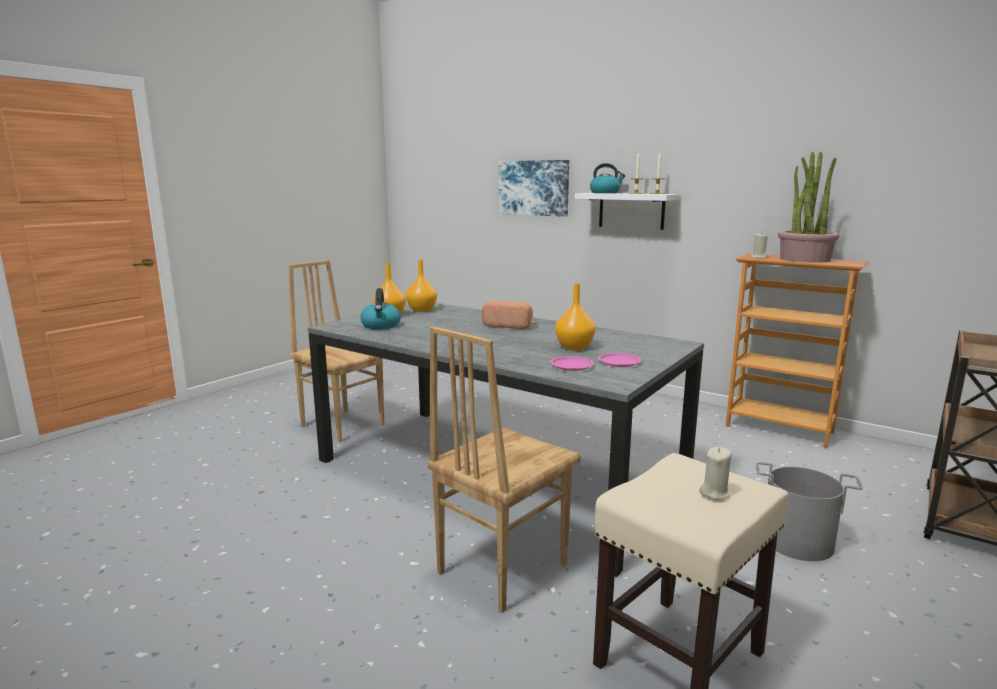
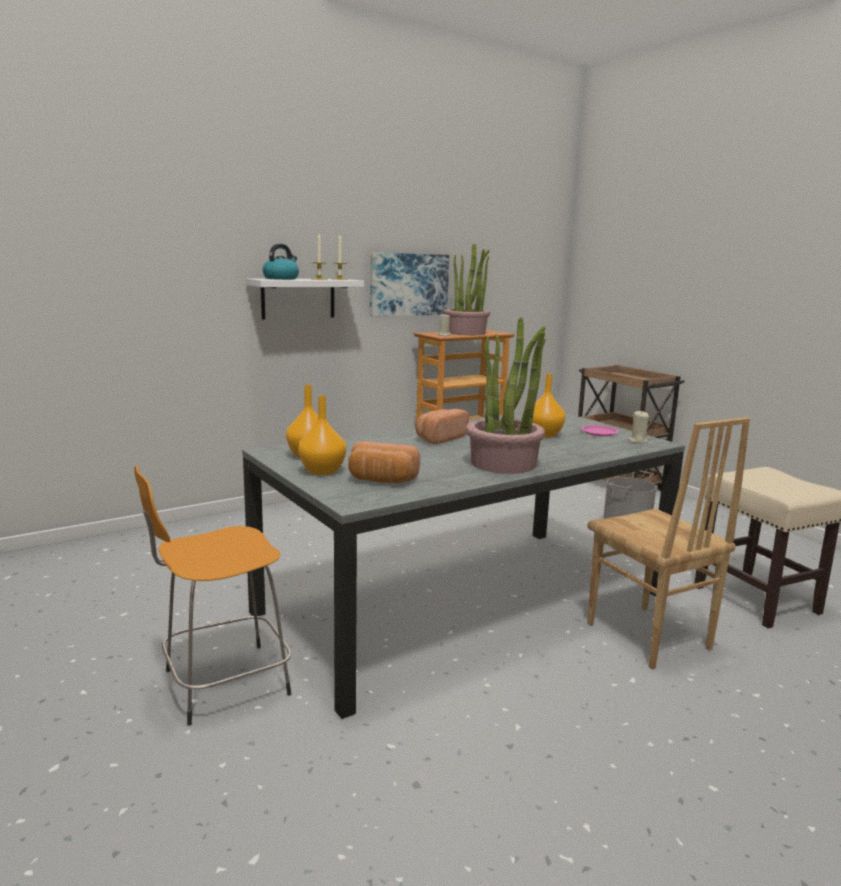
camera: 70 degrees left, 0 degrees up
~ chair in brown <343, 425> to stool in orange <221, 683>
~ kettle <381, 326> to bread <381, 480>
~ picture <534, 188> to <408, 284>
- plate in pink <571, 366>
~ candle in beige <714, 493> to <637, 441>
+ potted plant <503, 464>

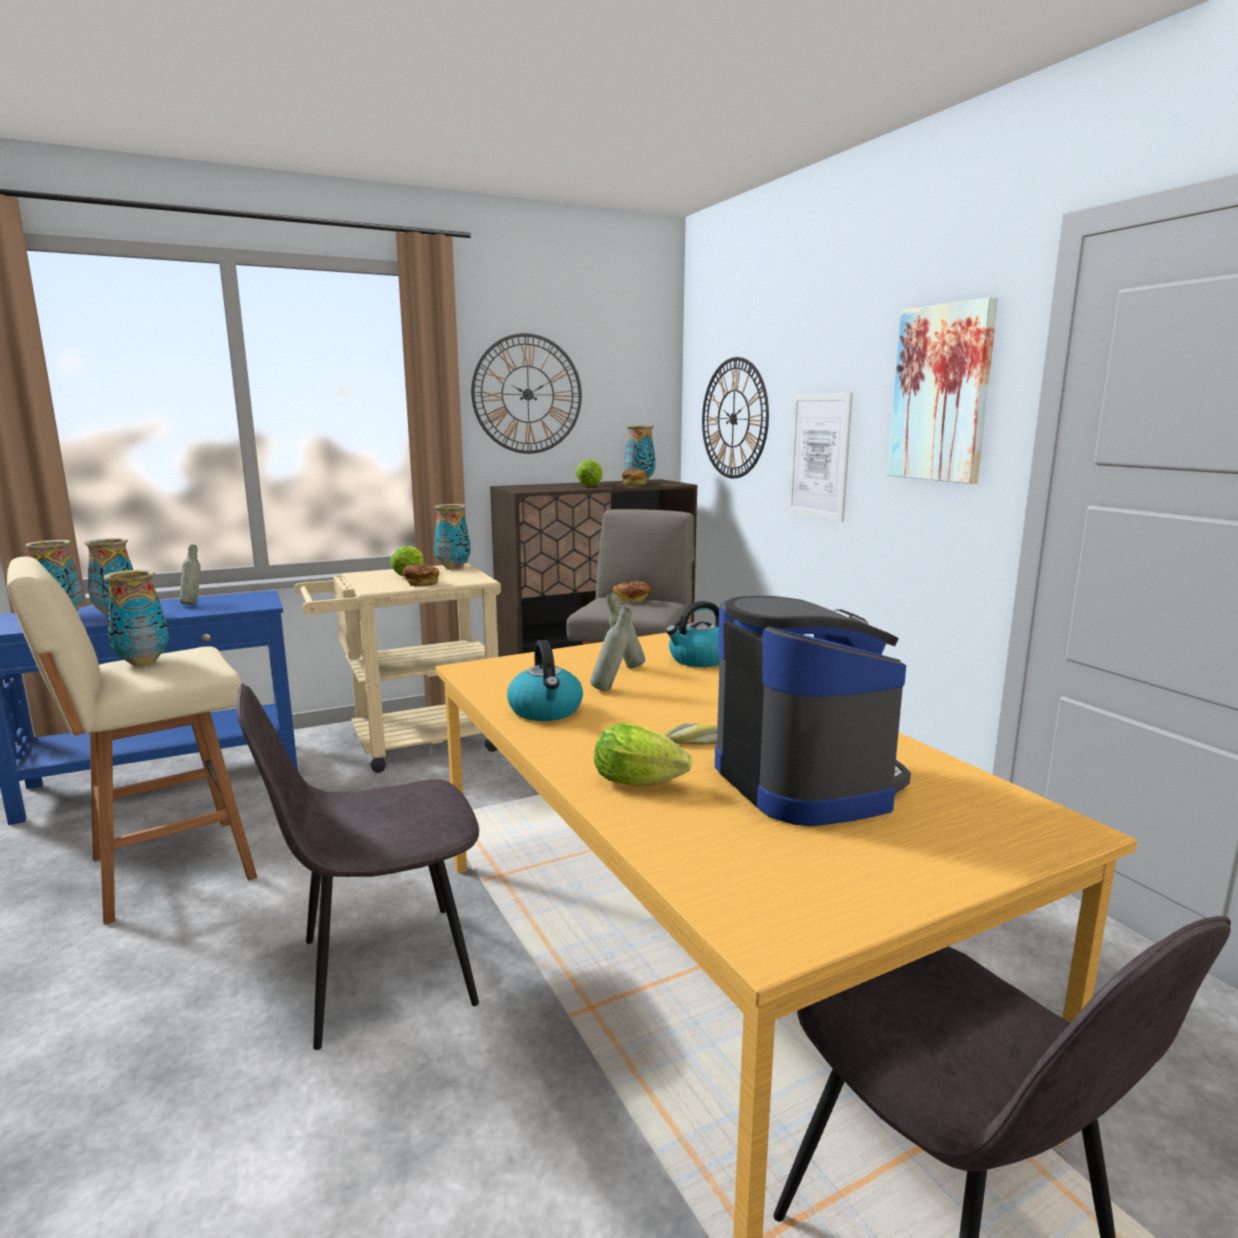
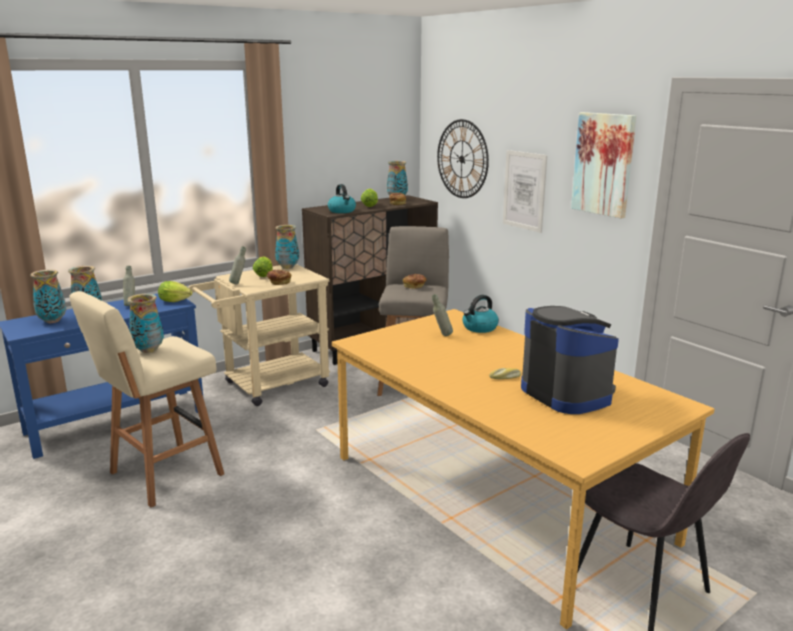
camera: 10 degrees left, 5 degrees up
- chair in grey <381, 973>
- wall clock <527, 394>
~ kettle <546, 711> to <342, 211>
~ bottle in grey <611, 689> to <238, 283>
~ lettuce <643, 783> to <176, 301>

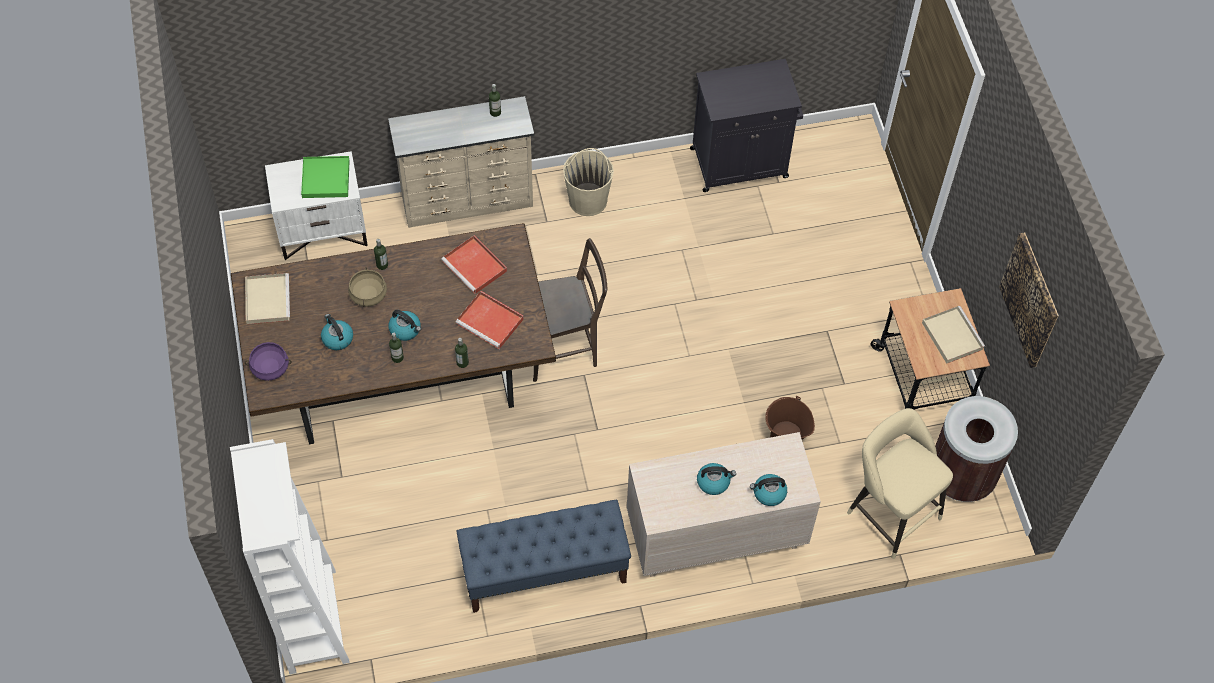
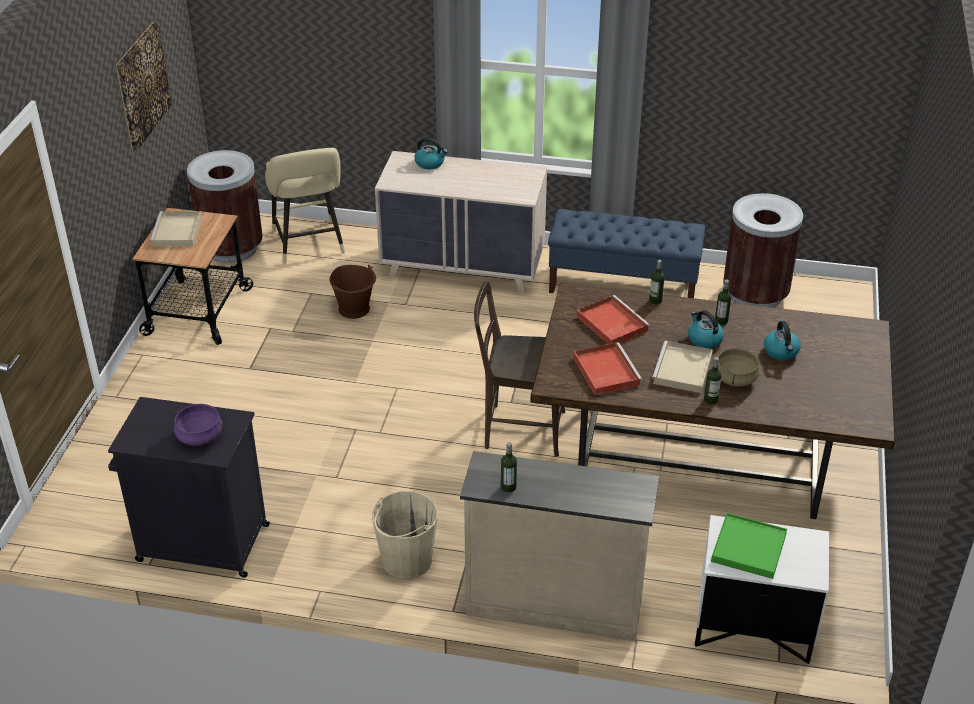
camera: 155 degrees left, 20 degrees down
- bookcase in white <312, 621>
~ cooking pot in purple <270, 368> to <200, 436>
~ tray in beige <267, 299> to <683, 370>
- kettle <713, 482>
+ trash can in brown <755, 295>

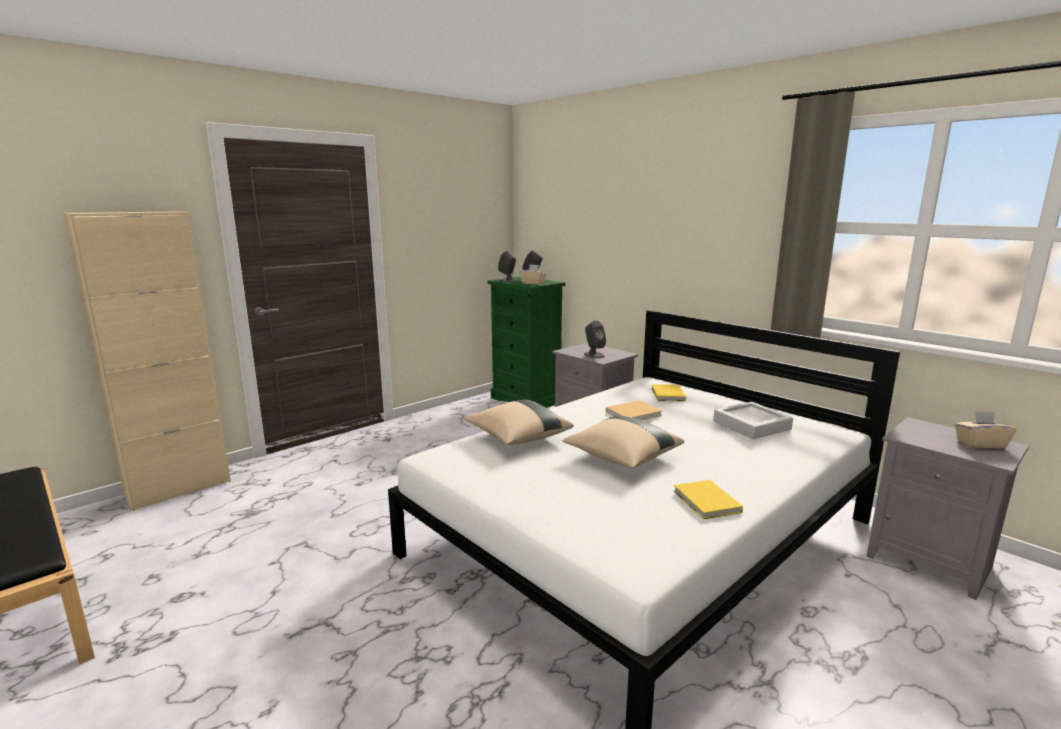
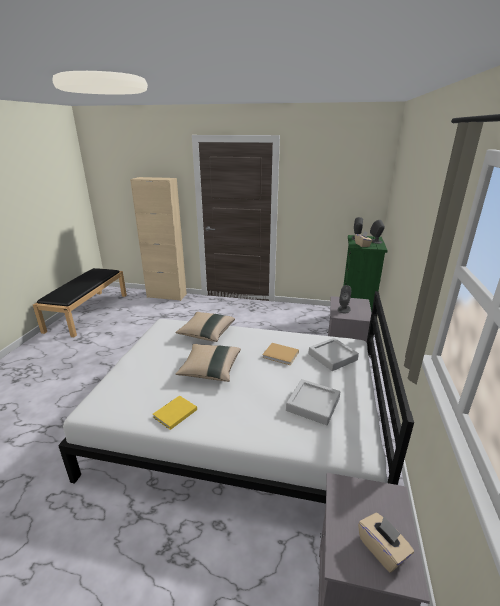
camera: 55 degrees right, 10 degrees up
~ book in yellow <667, 395> to tray in grey <332, 357>

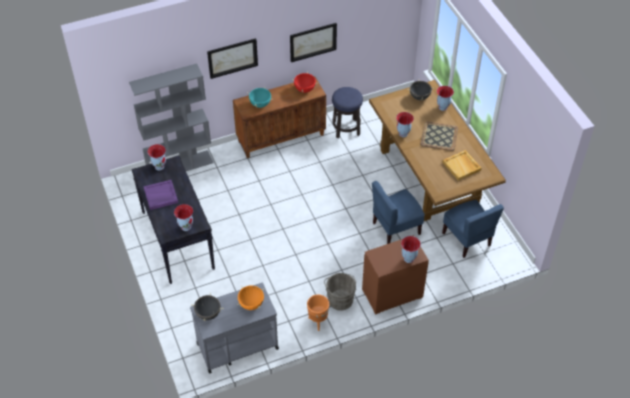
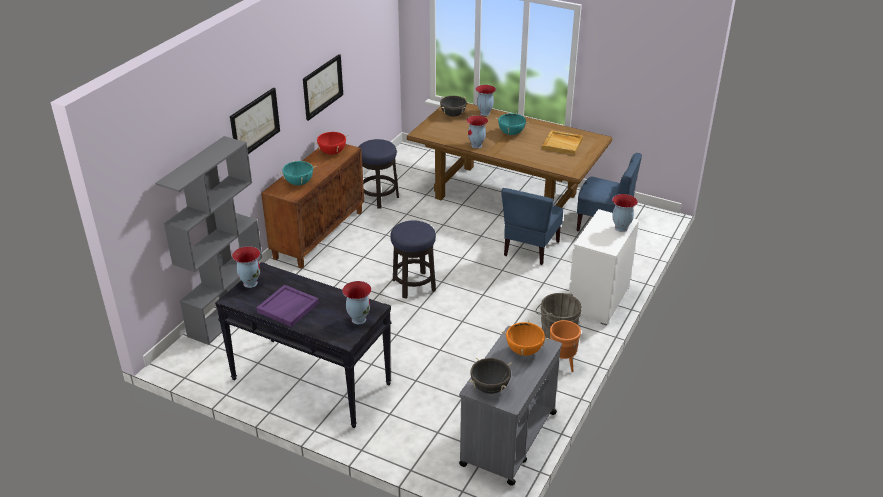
camera: 40 degrees left, 15 degrees down
~ dresser in brown <392, 294> to dresser in white <598, 300>
~ tray <439, 136> to cooking pot in turquoise <511, 133>
+ stool <414, 285>

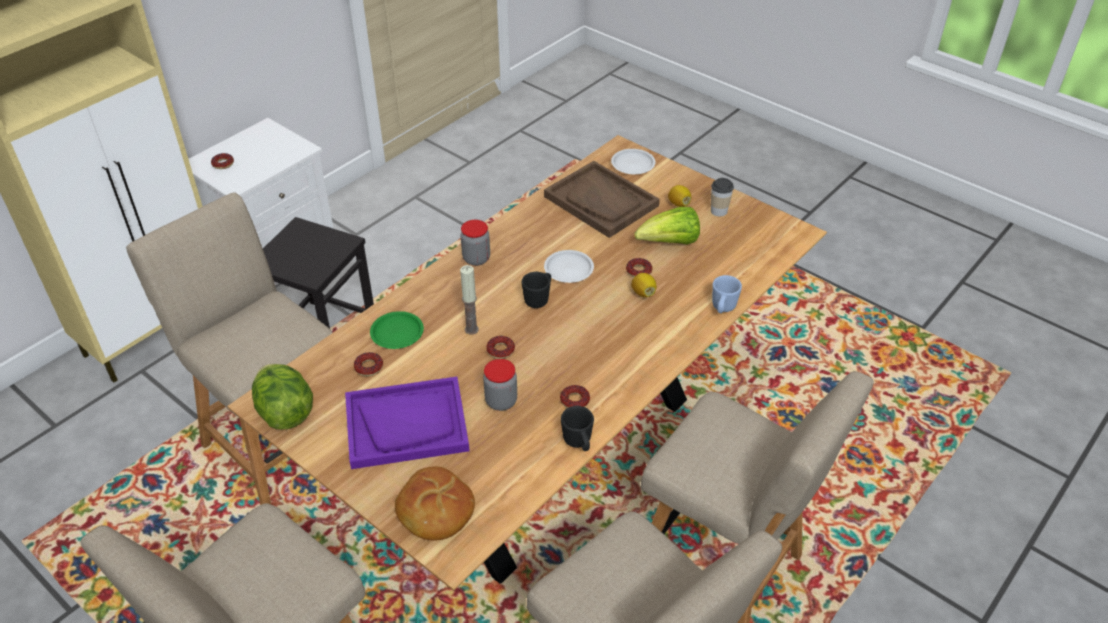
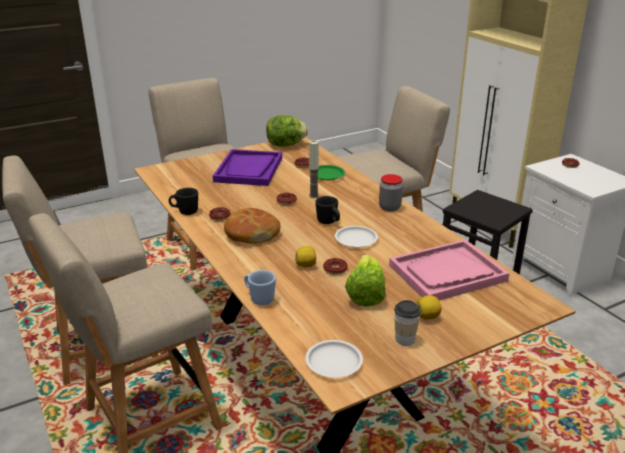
camera: 110 degrees right, 15 degrees down
~ bread <435, 511> to <251, 234>
- jar <501, 401>
~ tray in brown <601, 201> to tray in pink <447, 273>
~ plate in white <633, 165> to <333, 362>

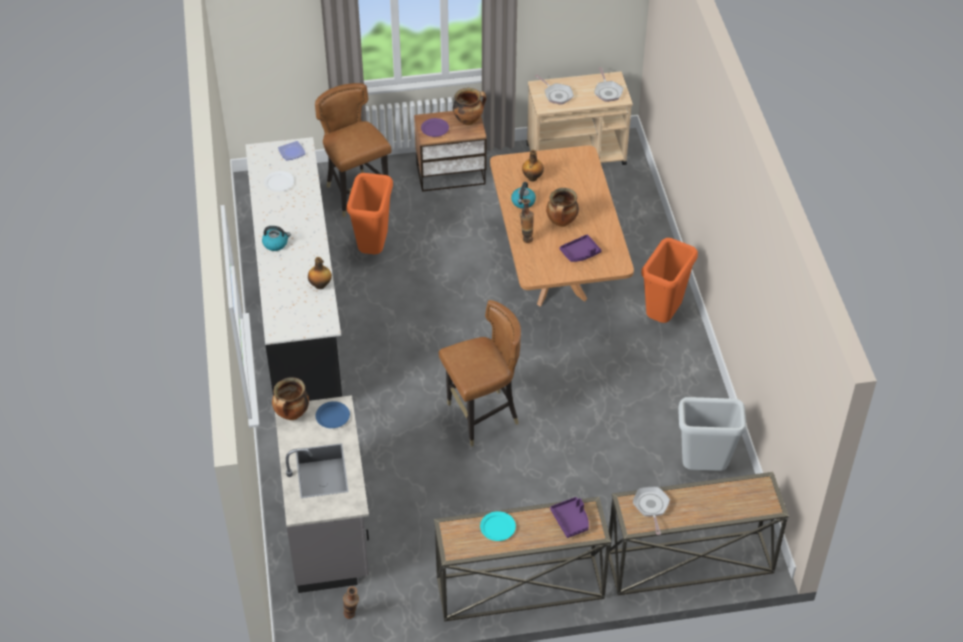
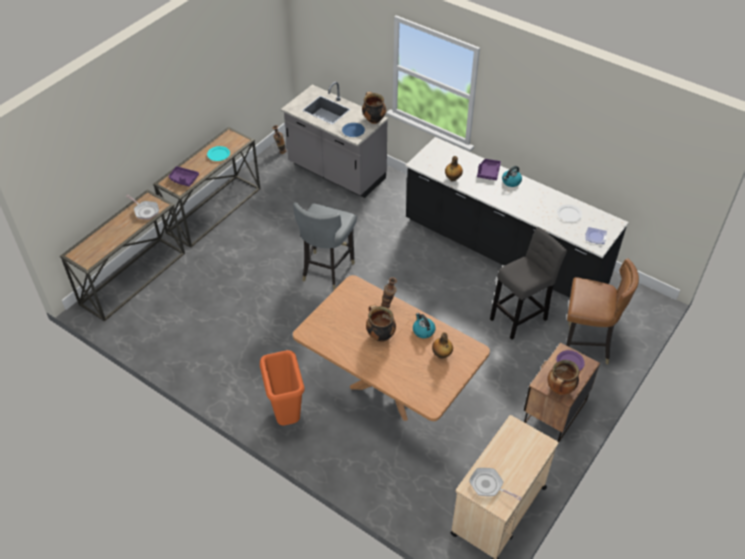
camera: 135 degrees right, 0 degrees up
~ trash can in orange <373, 248> to stool in grey <520, 317>
~ chair in brown <482, 417> to chair in grey <327, 270>
- frying pan <556, 95>
~ tray in purple <580, 253> to <488, 172>
- trash can in grey <702, 469>

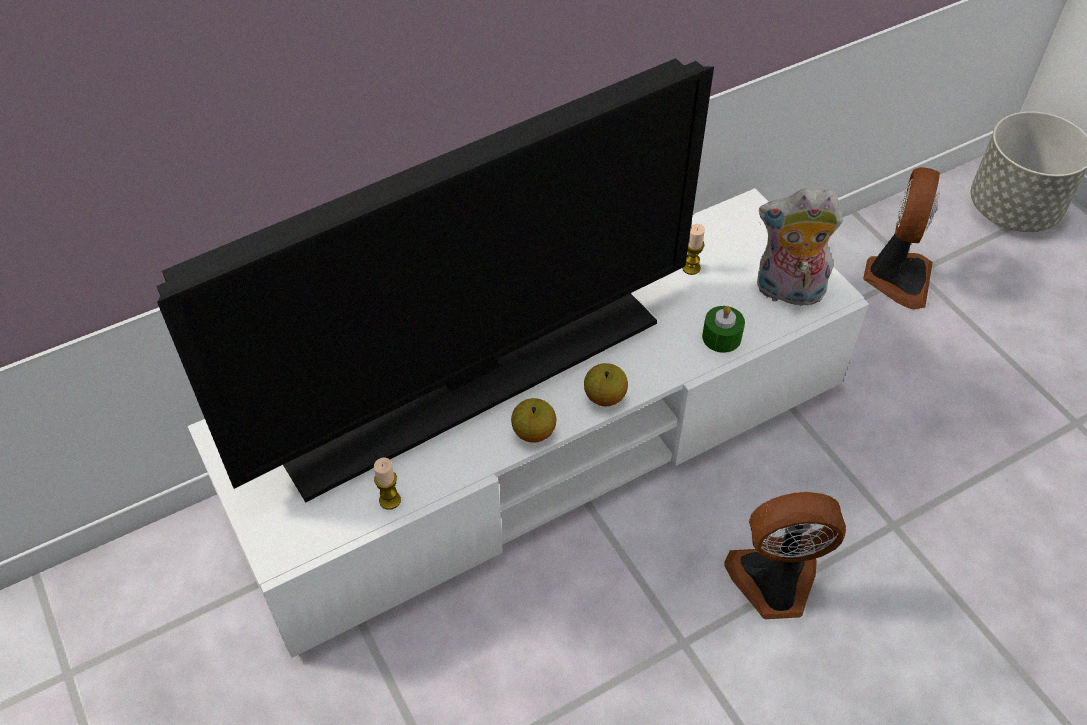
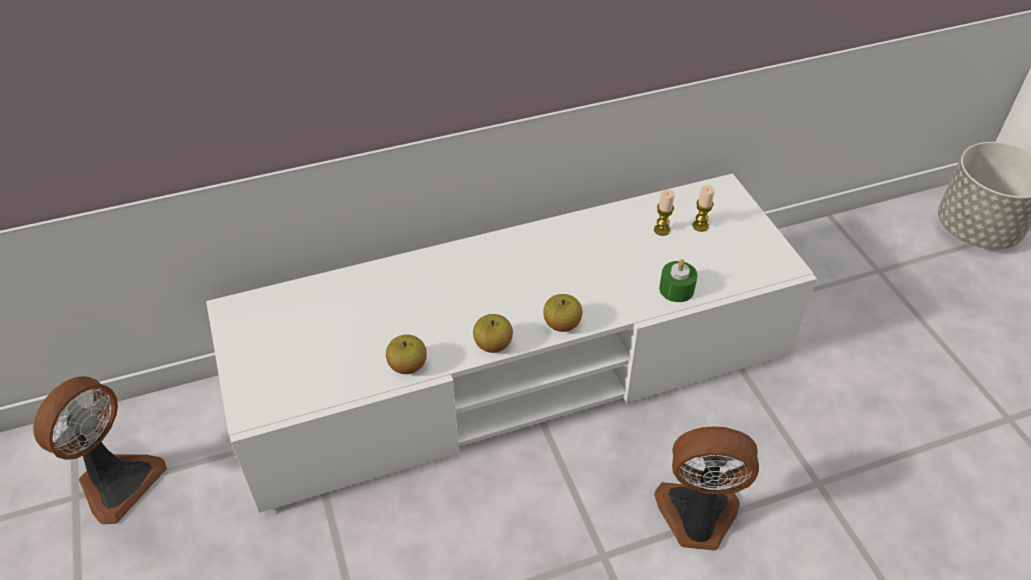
camera: 10 degrees right, 5 degrees down
- television <473, 383>
~ candle <389, 500> to <700, 226>
- plush toy <787, 292>
~ fan <896, 277> to <117, 481>
+ apple <407, 366>

